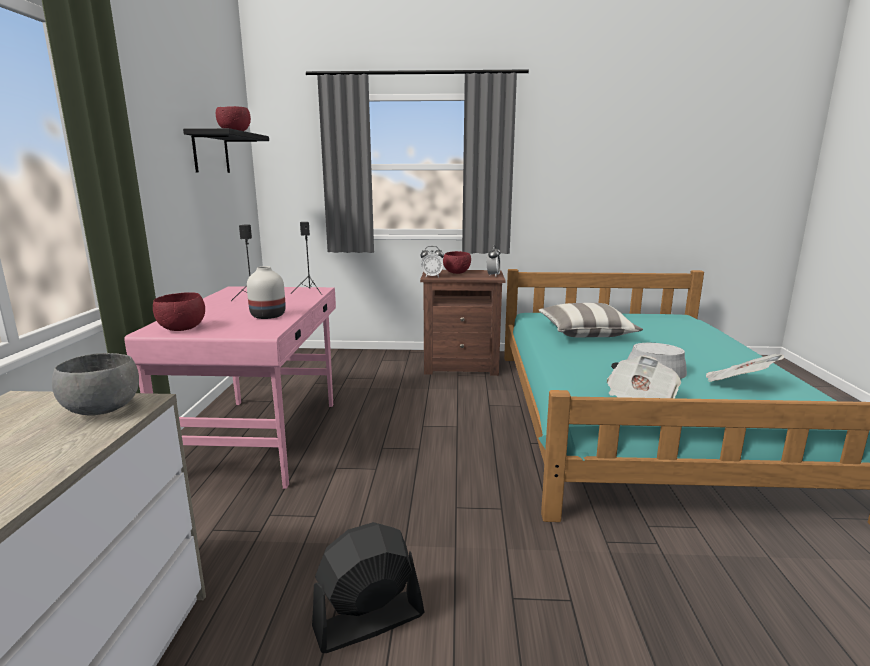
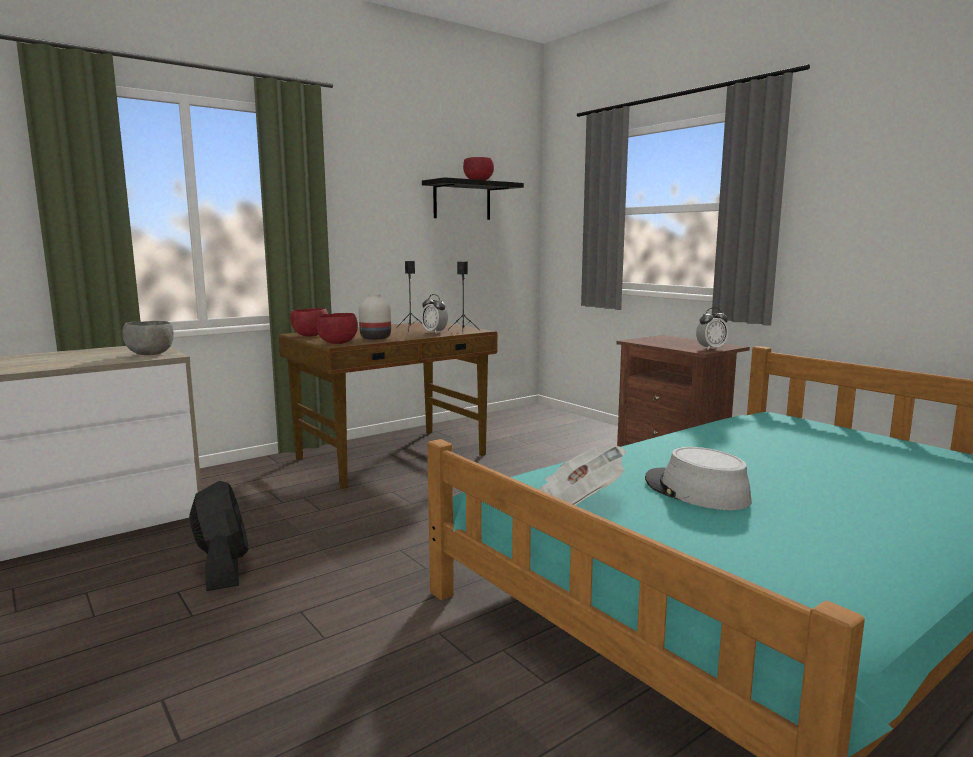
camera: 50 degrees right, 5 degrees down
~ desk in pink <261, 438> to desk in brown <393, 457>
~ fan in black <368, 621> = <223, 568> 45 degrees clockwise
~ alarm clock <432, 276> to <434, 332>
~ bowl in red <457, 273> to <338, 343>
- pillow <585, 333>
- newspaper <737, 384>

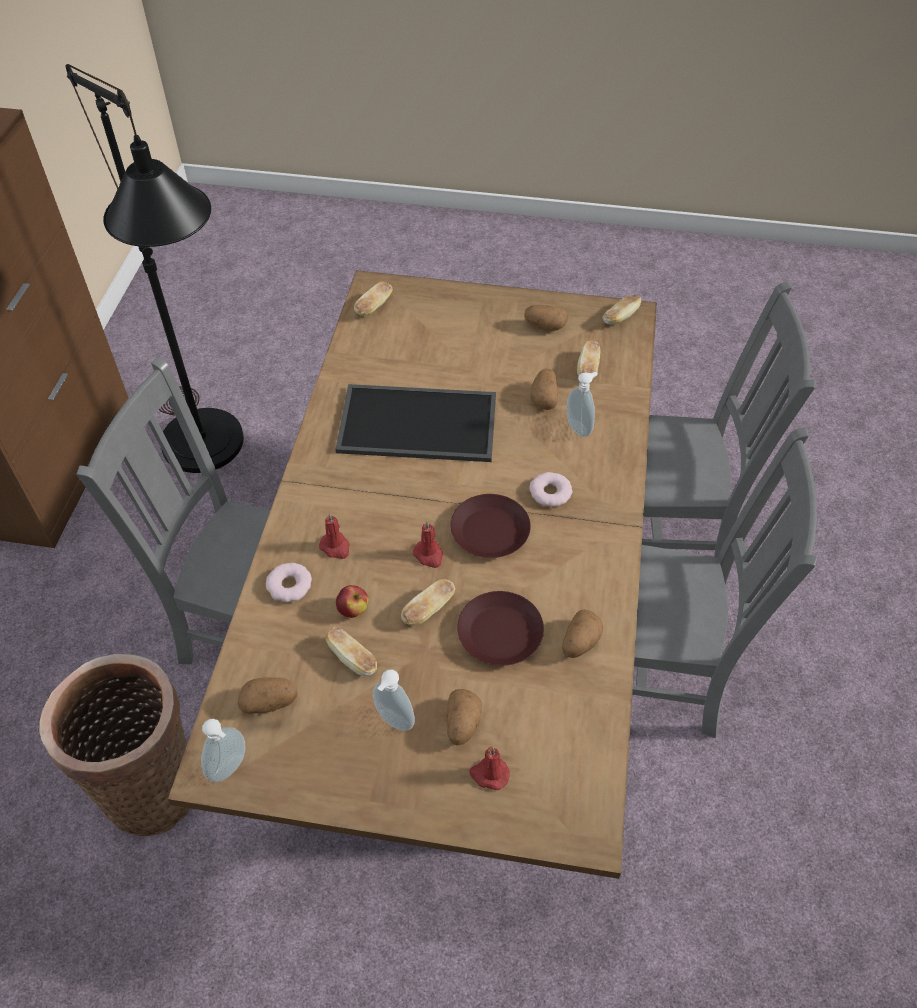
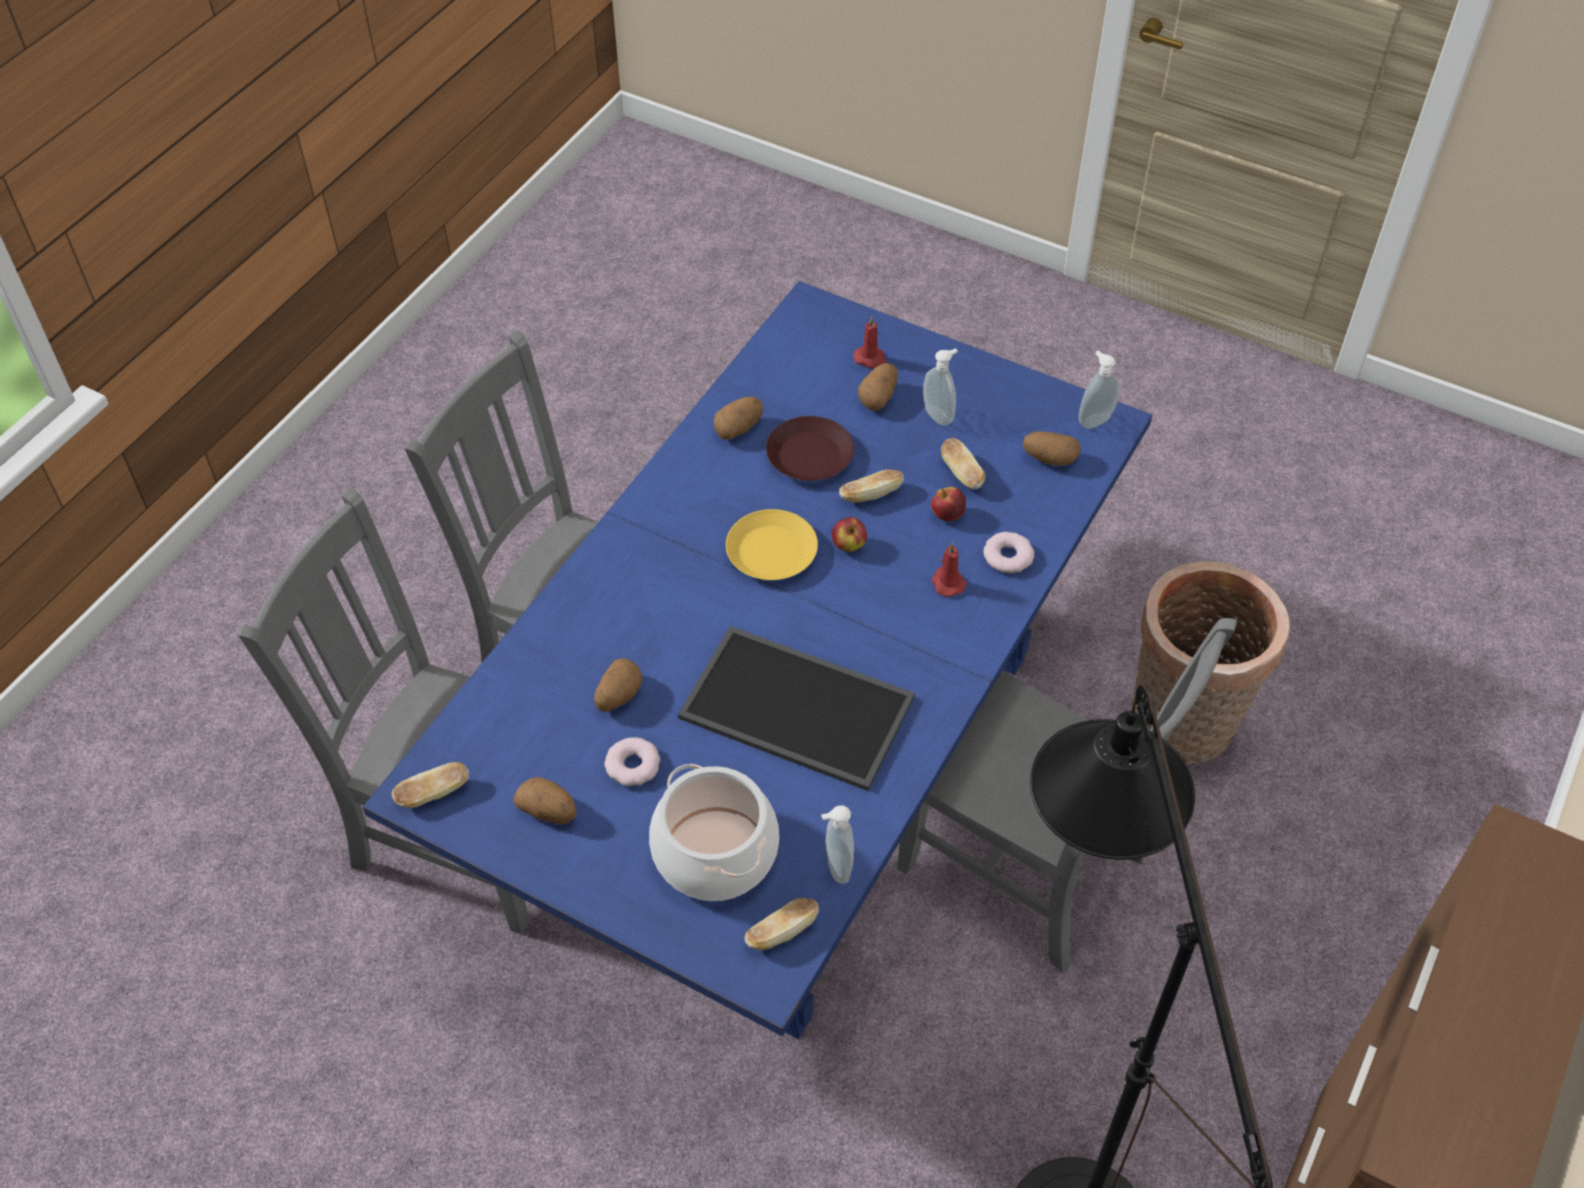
camera: 160 degrees left, 0 degrees up
~ dining table in brown <458, 646> to dining table in blue <793, 770>
~ candle in red <429, 555> to apple <848, 546>
~ plate in brown <491, 532> to plate in yellow <771, 551>
~ donut <550, 493> to <633, 765>
~ soap dispenser <579, 428> to <835, 867>
- bread <588, 369>
+ cooking pot <716, 853>

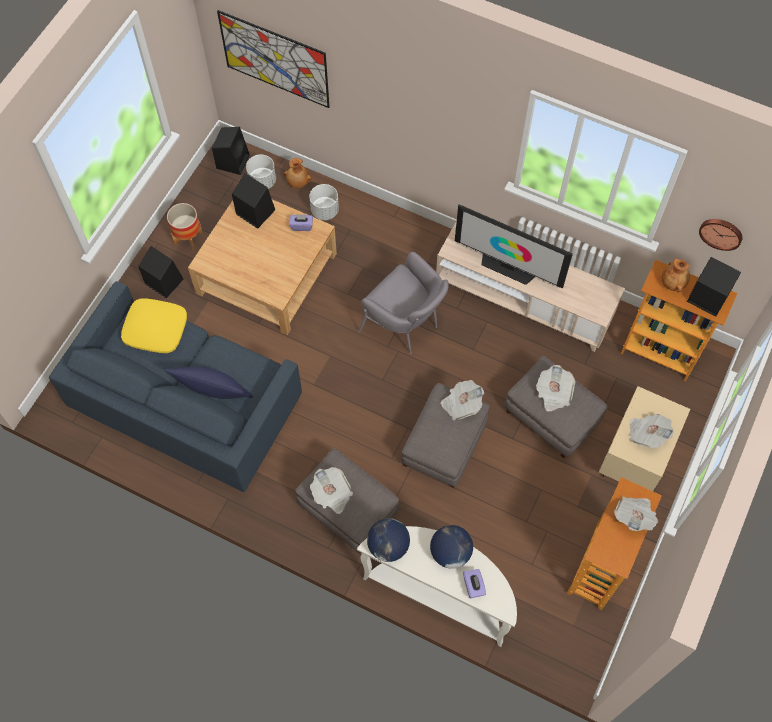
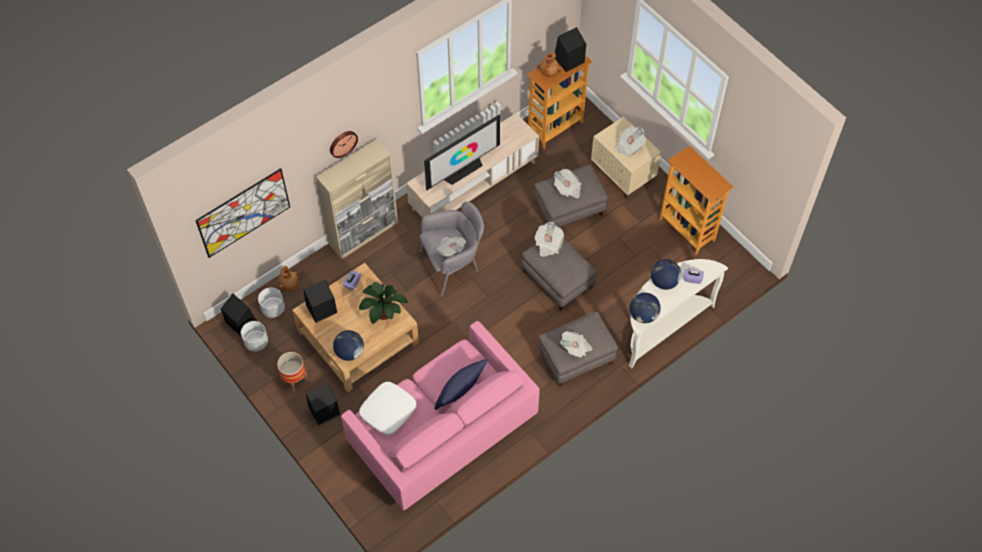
camera: 65 degrees left, 5 degrees down
~ sofa in blue <188, 405> to sofa in pink <441, 431>
~ pillow in yellow <155, 330> to pillow in white <388, 411>
~ planter in white <325, 210> to <256, 342>
~ newspaper <634, 516> to <451, 249>
~ wall clock <721, 232> to <342, 143>
+ cabinet in beige <364, 233>
+ globe <349, 352>
+ potted plant <382, 312>

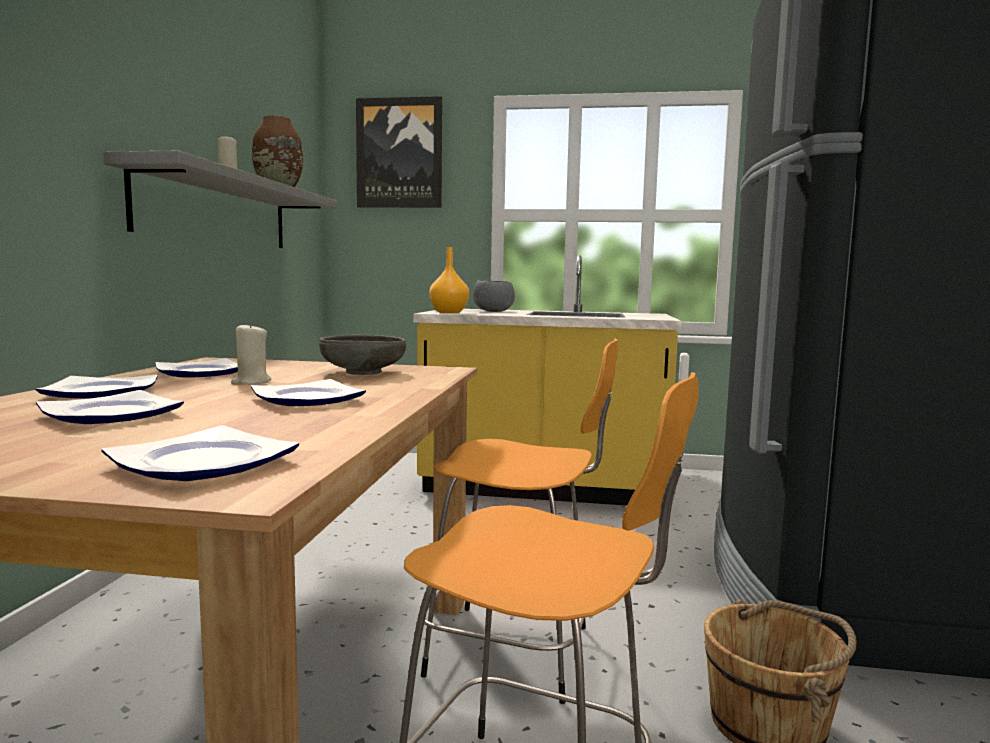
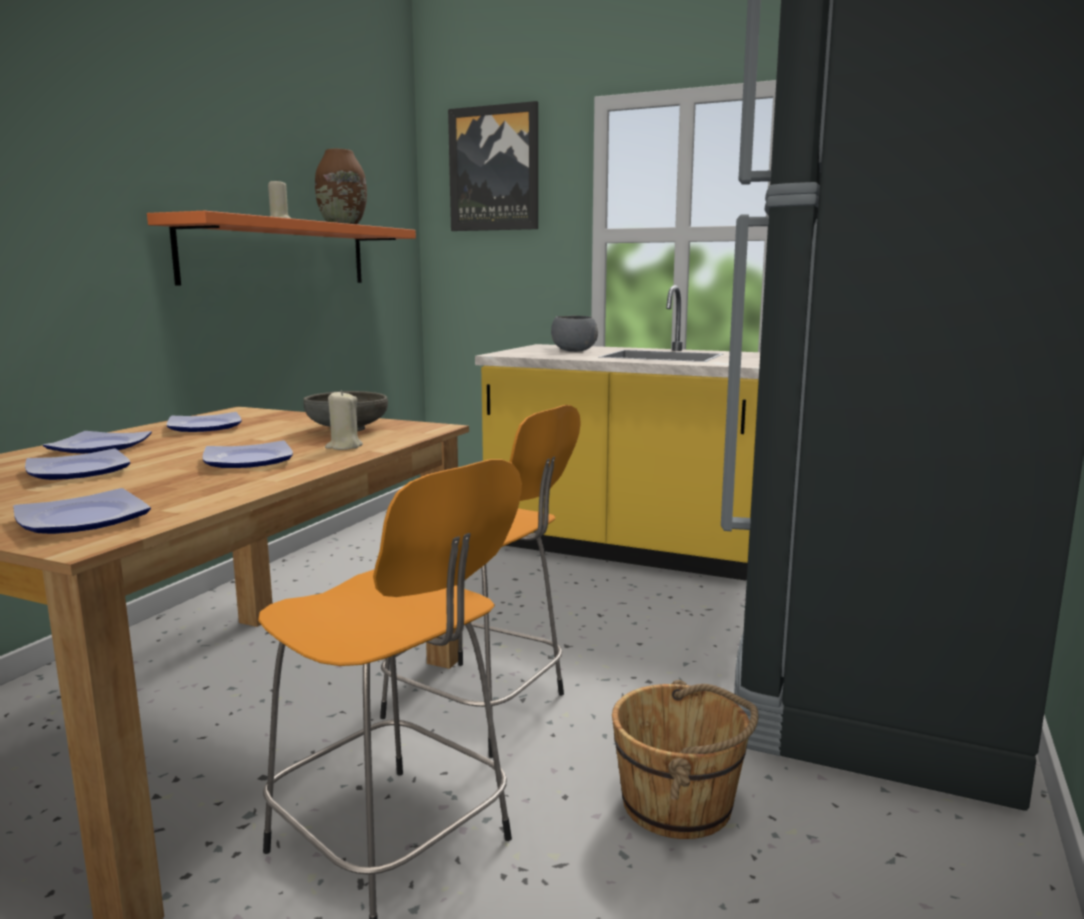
camera: 15 degrees right, 5 degrees up
~ shelf in grey <218, 211> to shelf in orange <278, 253>
~ candle in beige <251, 382> to <344, 447>
- vase in orange <448, 312>

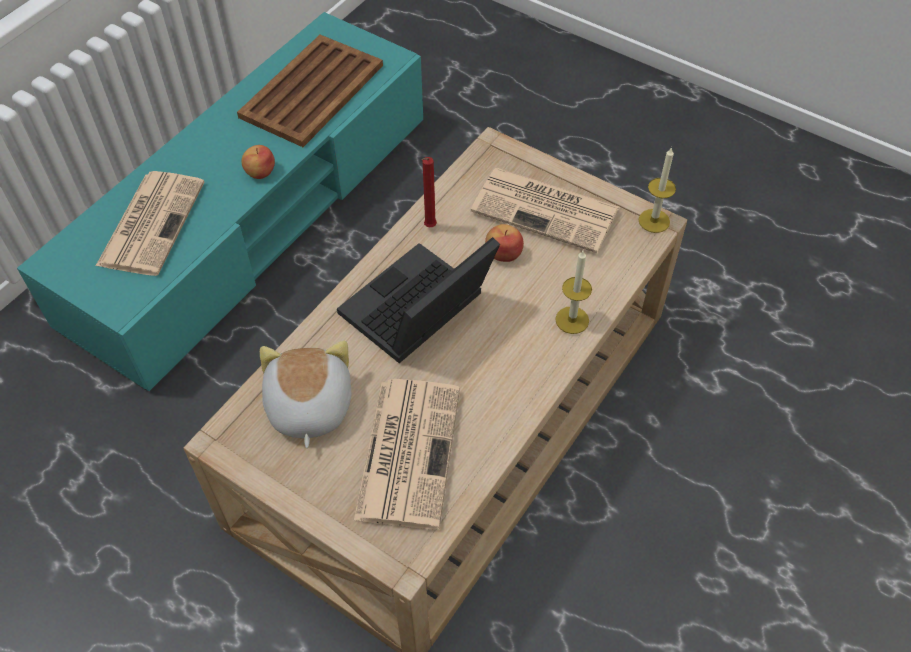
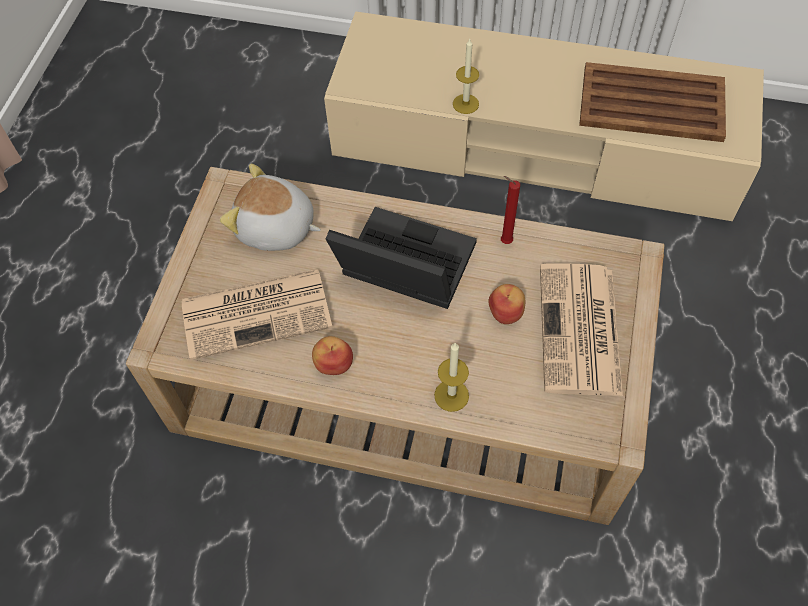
camera: 70 degrees right, 5 degrees up
~ tv stand in turquoise <252, 219> to tv stand in beige <534, 145>
- newspaper <151, 222>
~ apple <260, 172> to <334, 363>
~ plush toy <308, 407> = <275, 228> 135 degrees counterclockwise
~ candle <654, 221> to <465, 104>

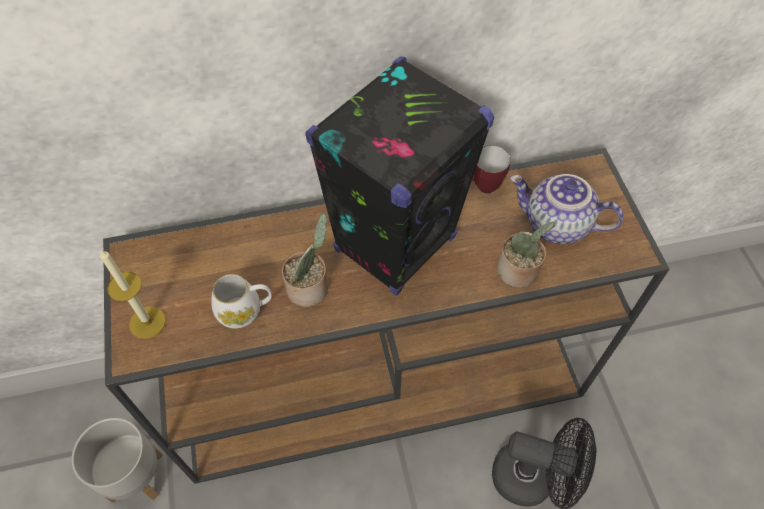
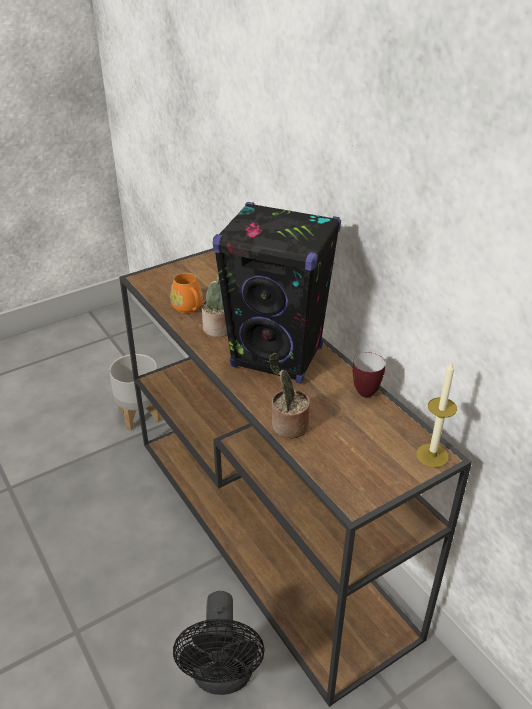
camera: 70 degrees right, 20 degrees down
~ candle <147, 322> to <432, 455>
~ mug in white <245, 310> to mug in orange <189, 308>
- teapot <555, 225>

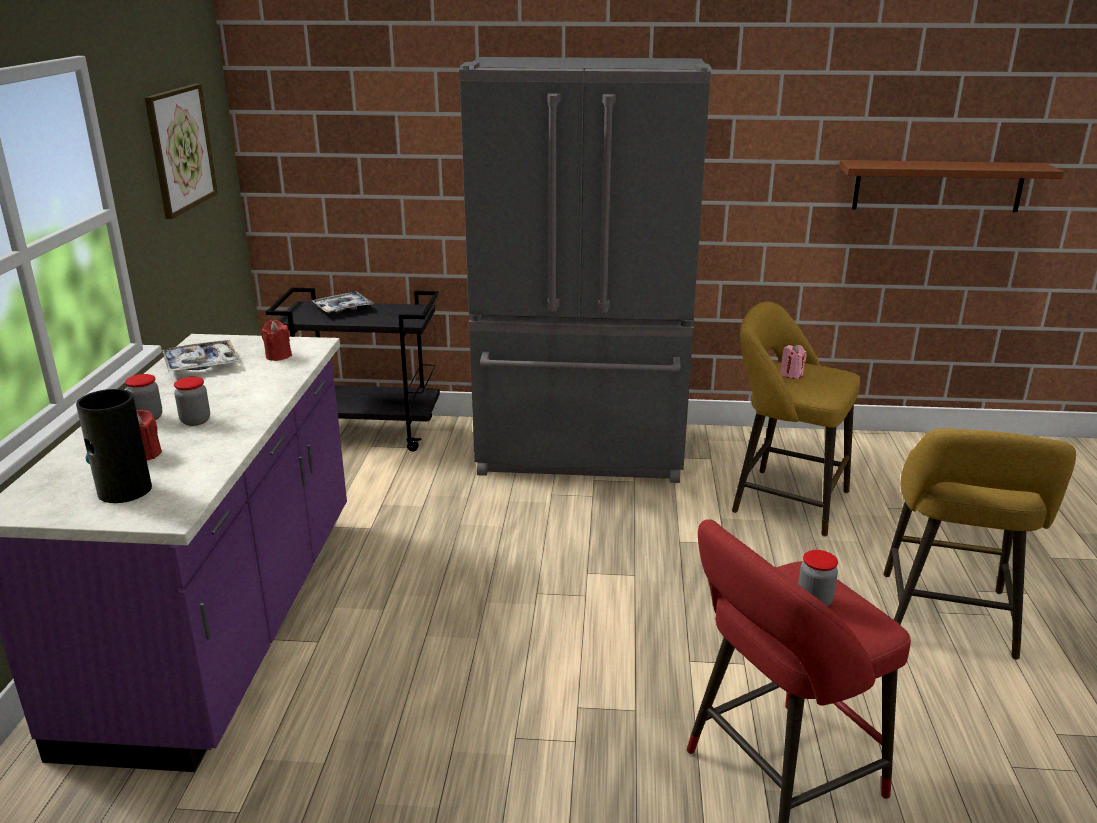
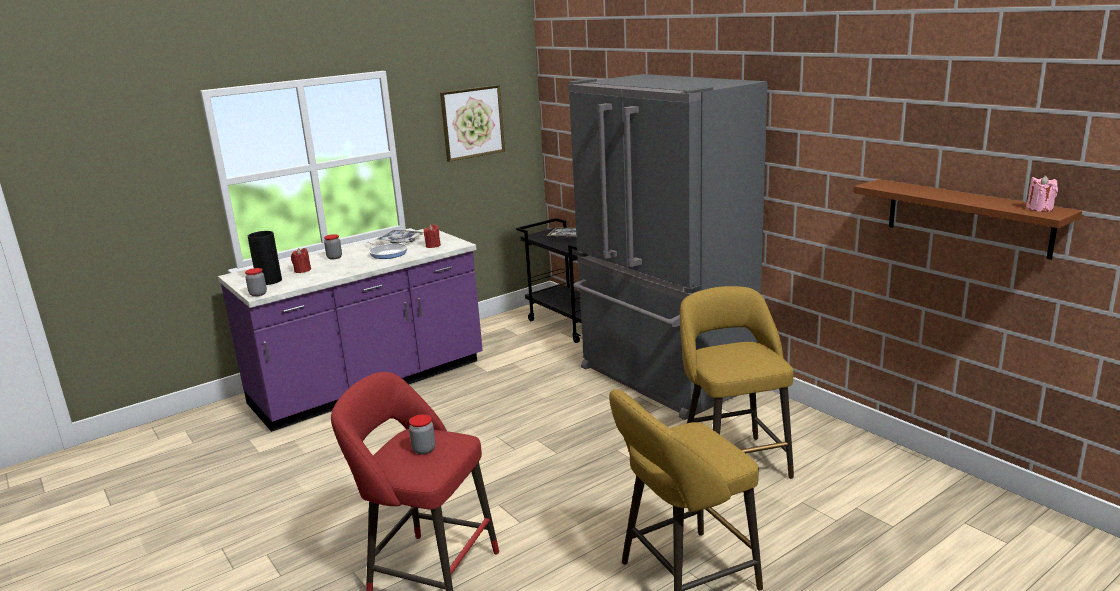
camera: 50 degrees right, 5 degrees down
~ jar <195, 421> to <258, 294>
~ candle in pink <791, 374> to <1039, 208>
+ frying pan <387, 253>

